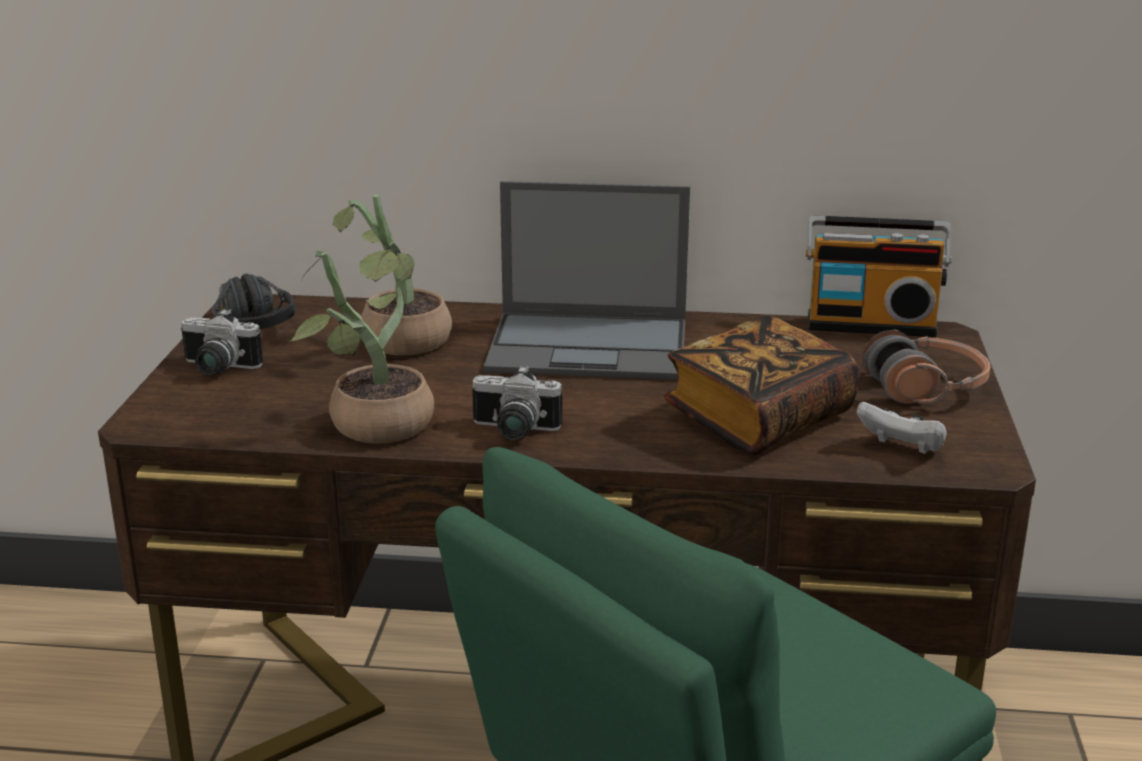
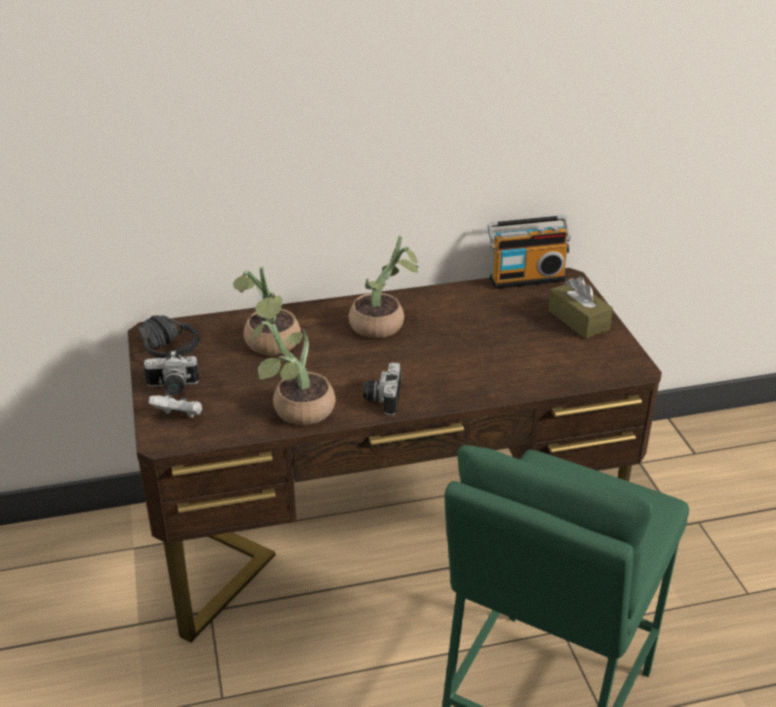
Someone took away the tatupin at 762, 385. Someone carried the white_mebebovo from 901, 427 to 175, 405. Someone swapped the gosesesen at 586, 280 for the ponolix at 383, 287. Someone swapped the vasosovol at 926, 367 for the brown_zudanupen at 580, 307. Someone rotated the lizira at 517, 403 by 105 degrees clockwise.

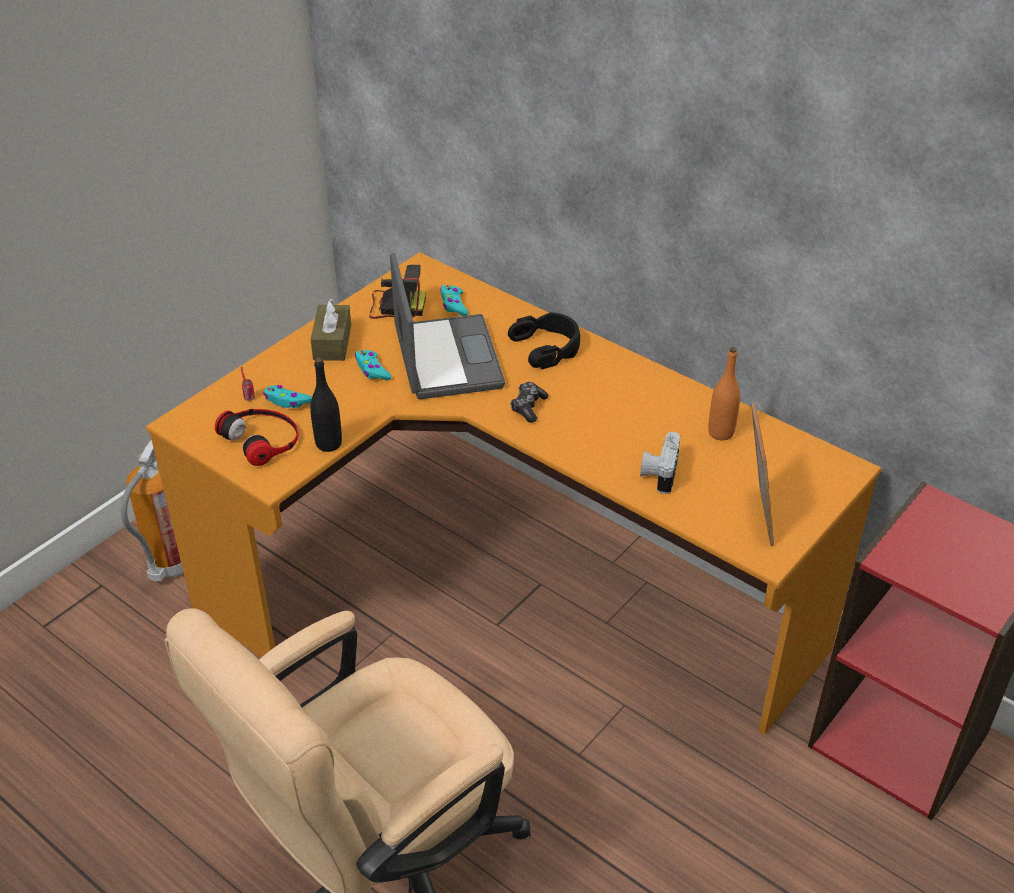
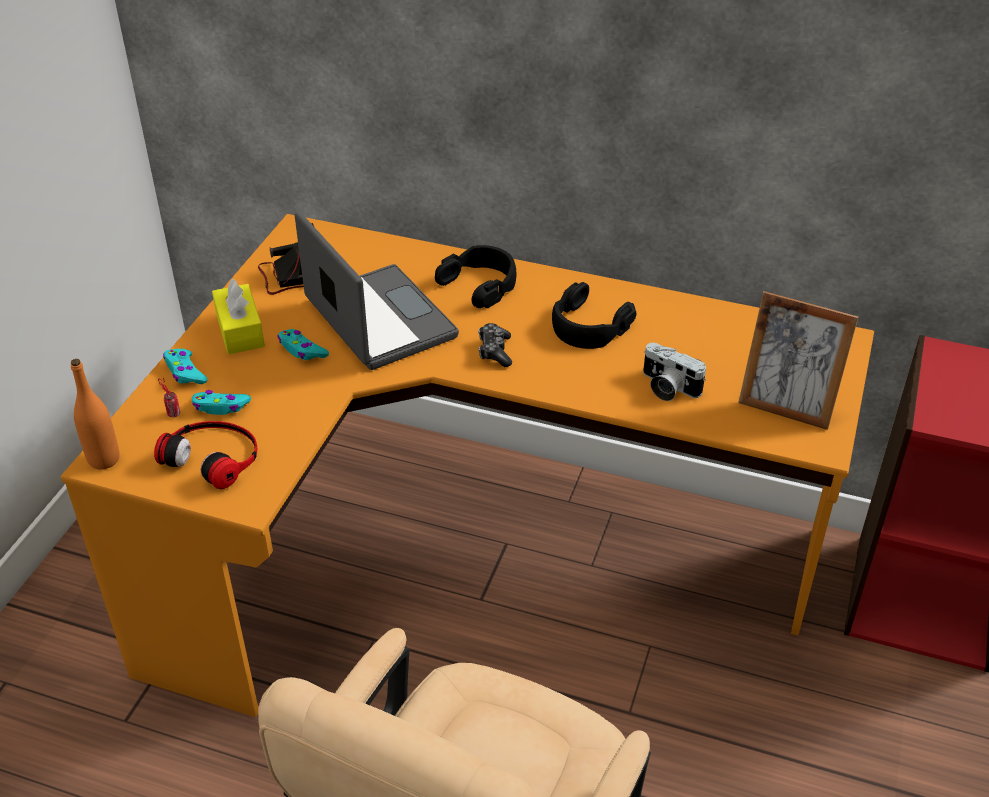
Someone took away the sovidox at 152, 510. Someone took away the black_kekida at 326, 405. Someone put down the black_vasosovol at 594, 315. Someone carried the turquoise_mebebovo from 454, 300 to 185, 366. Someone carried the orange_kekida from 724, 394 to 95, 414. Someone repainted the brown_zudanupen at 331, 329, which became the yellow_zudanupen at 238, 316. Someone rotated the lizira at 660, 463 by 45 degrees counterclockwise. Someone rotated the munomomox at 762, 474 by 135 degrees clockwise.

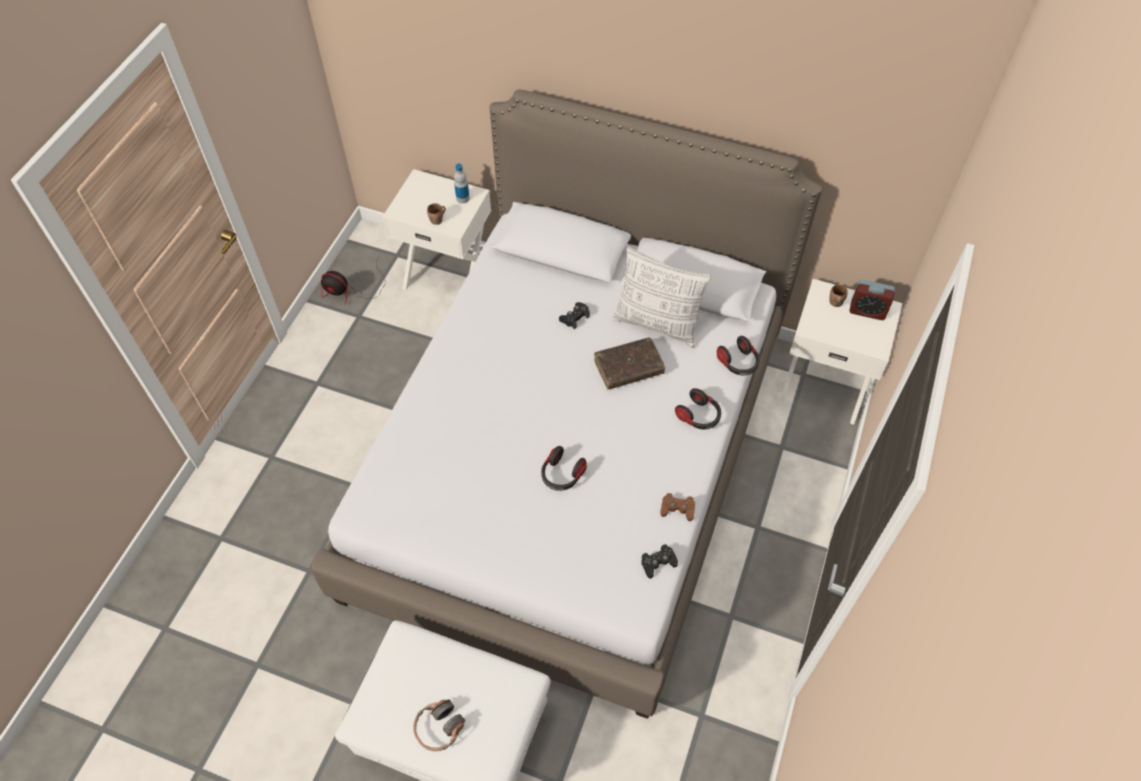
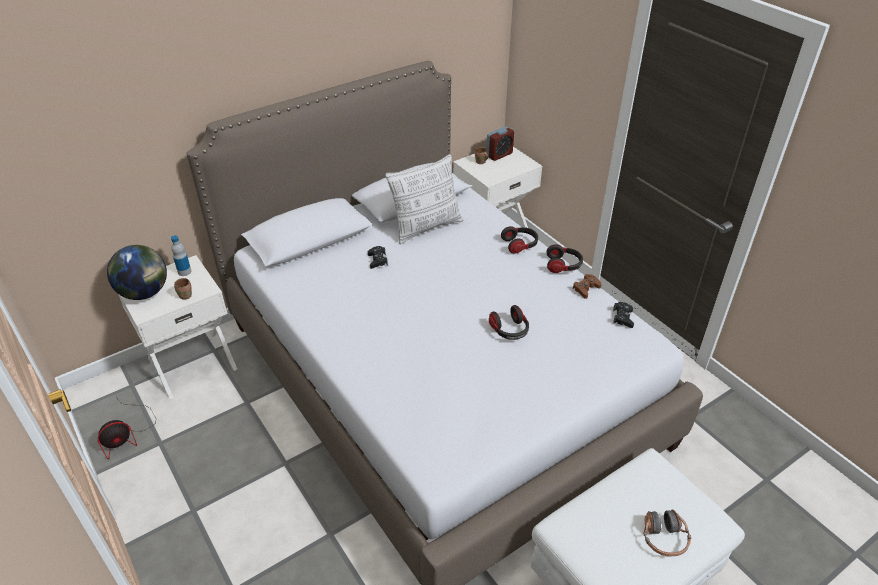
Someone took away the brown_tatupin at 629, 363. Someone put down the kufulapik at 137, 272. Someone carried the vasosovol from 738, 355 to 564, 258.

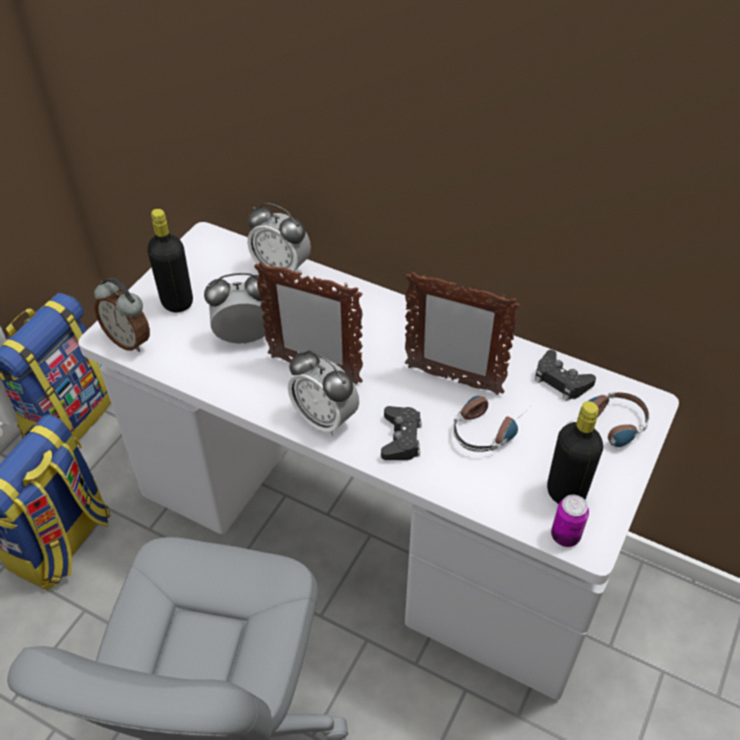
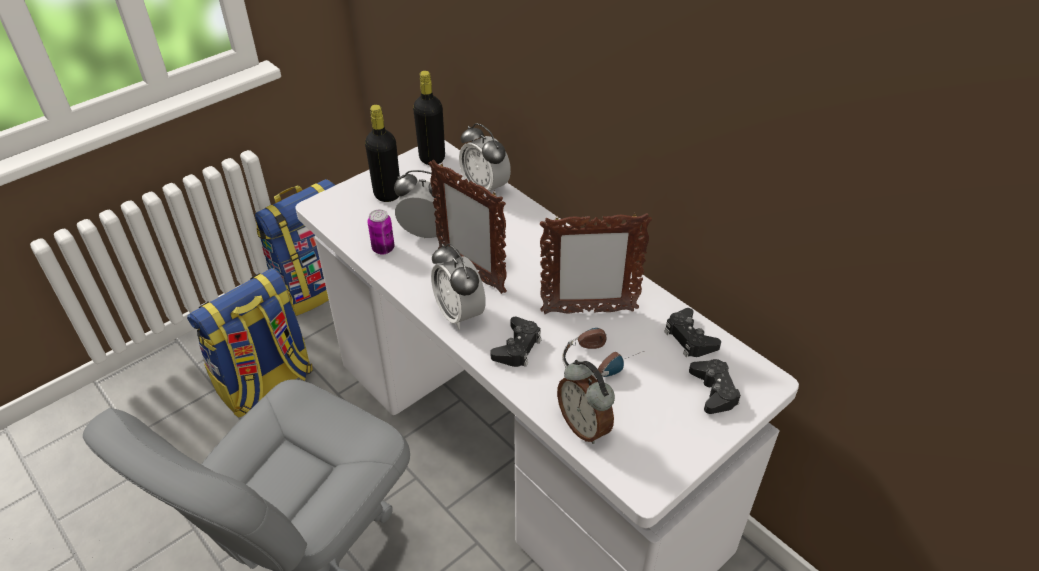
Someone carried the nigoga from 122, 315 to 586, 402. Someone carried the black_kekida from 575, 452 to 429, 118. Someone carried the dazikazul from 570, 521 to 380, 232. Someone swapped the vasosovol at 608, 419 for the black_mebebovo at 715, 386. Someone rotated the munomomox at 462, 333 by 45 degrees counterclockwise.

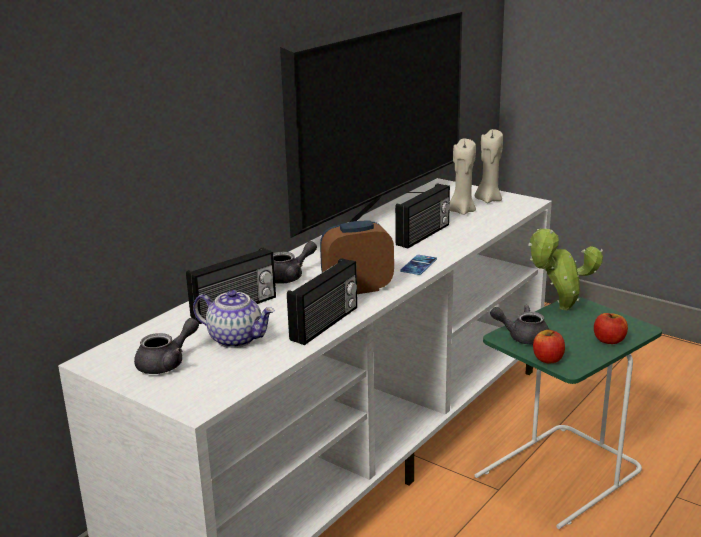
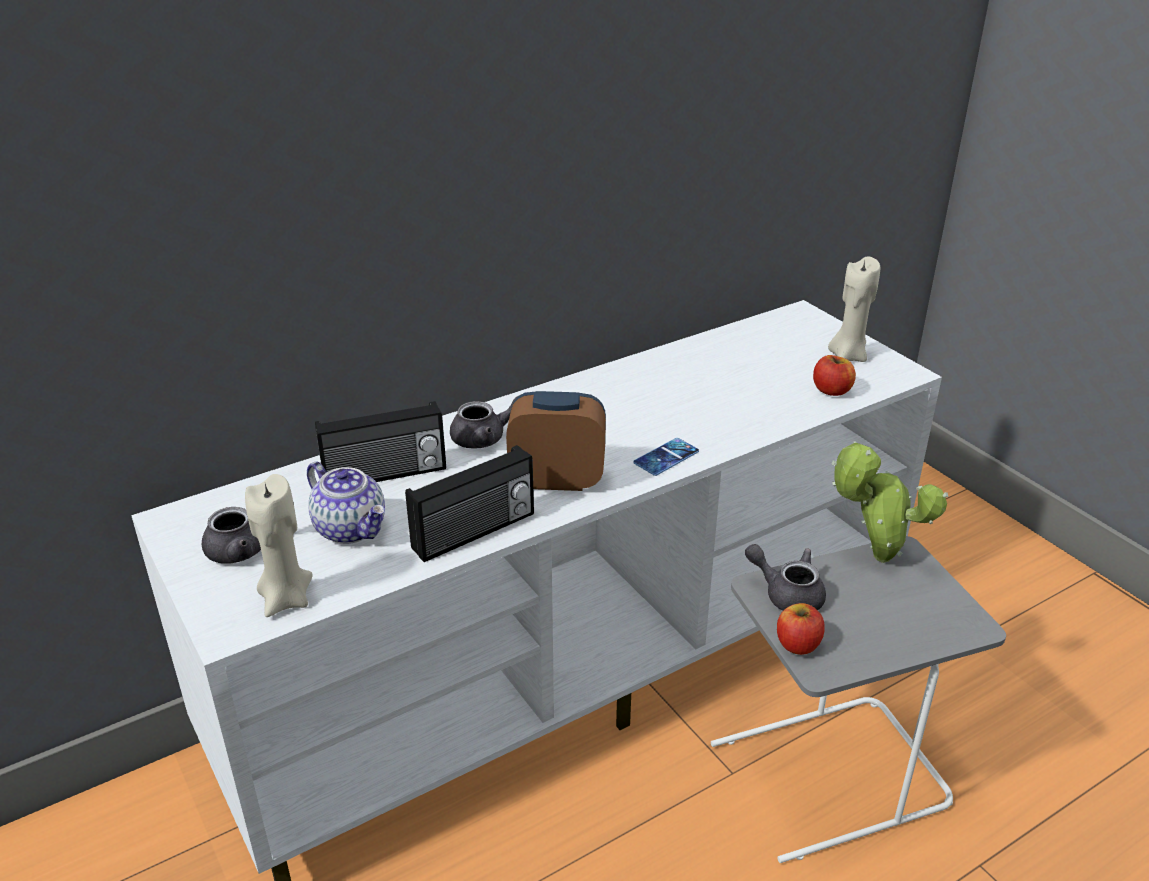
Someone took away the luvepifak at 371, 121. Someone took away the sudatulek at 422, 215. Someone carried the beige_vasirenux from 462, 177 to 279, 545. Someone carried the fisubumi from 611, 328 to 834, 375. Someone repainted the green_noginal at 568, 412, which became the grey_noginal at 858, 699.

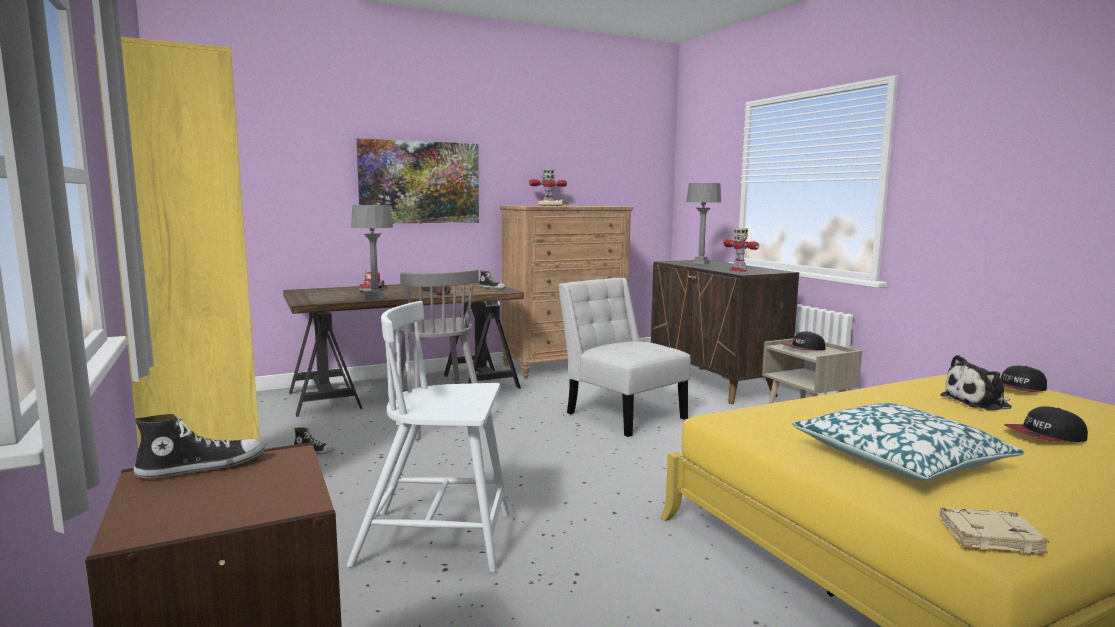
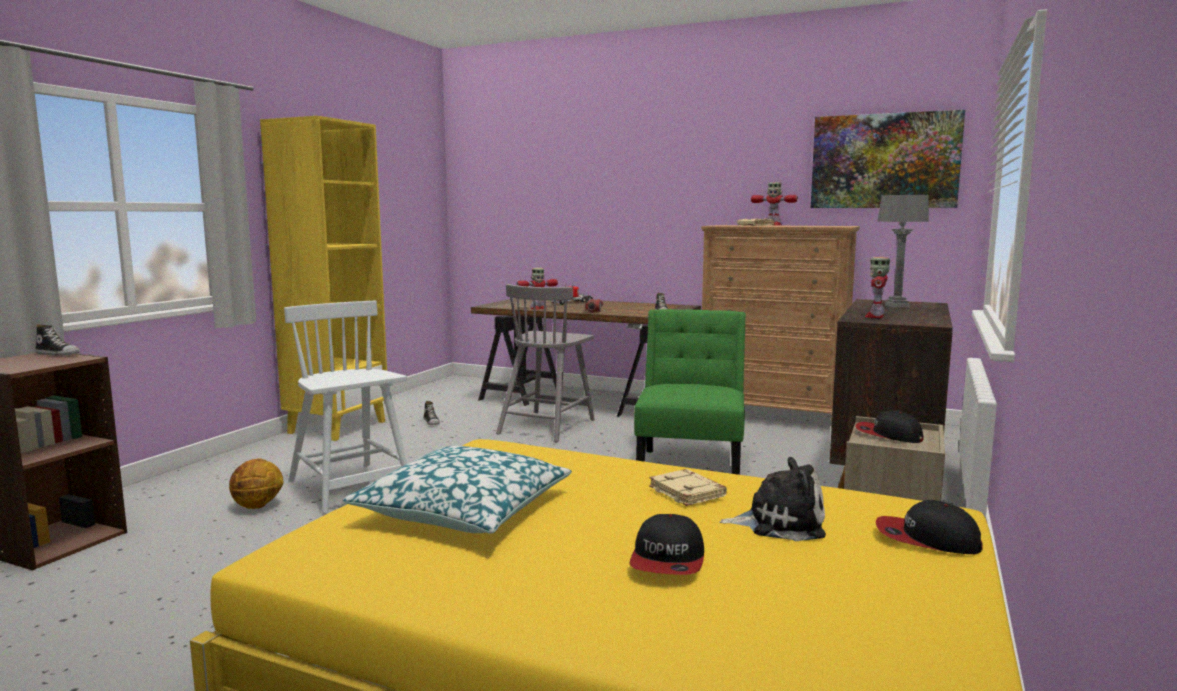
Someone put down the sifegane at 256, 484. Someone carried the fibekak from 417, 180 to 888, 159. Someone carried the beige_tatupin from 994, 530 to 688, 487. Someone swapped the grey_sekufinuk at 372, 252 for the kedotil at 537, 289. Someone repainted the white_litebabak at 624, 357, which became the green_litebabak at 690, 392. Someone rotated the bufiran at 976, 382 by 150 degrees clockwise. Someone rotated the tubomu at 1046, 424 by 120 degrees counterclockwise.

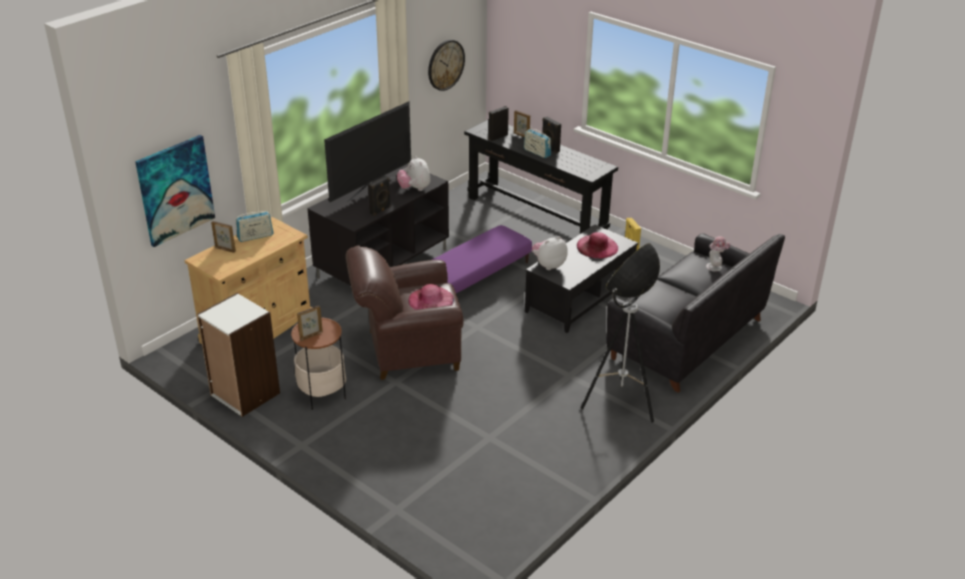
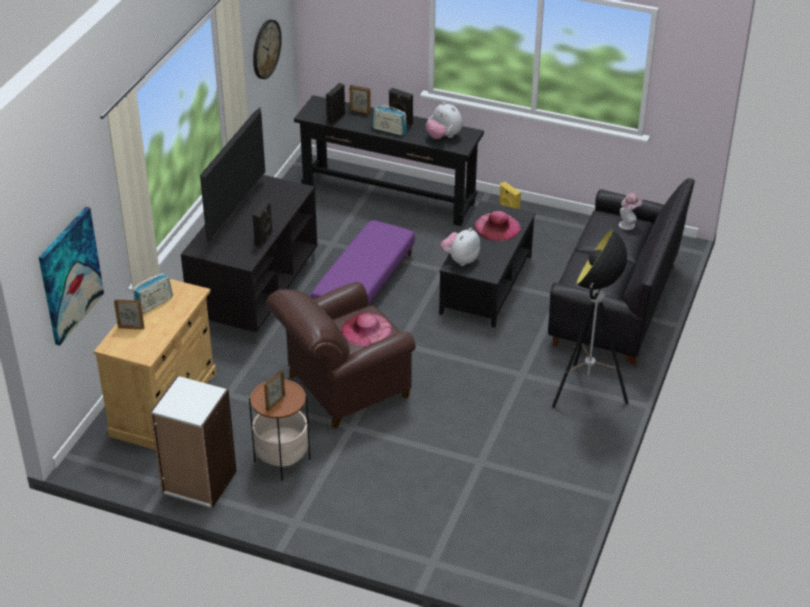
Someone carried the bufiran from 413, 173 to 444, 120.

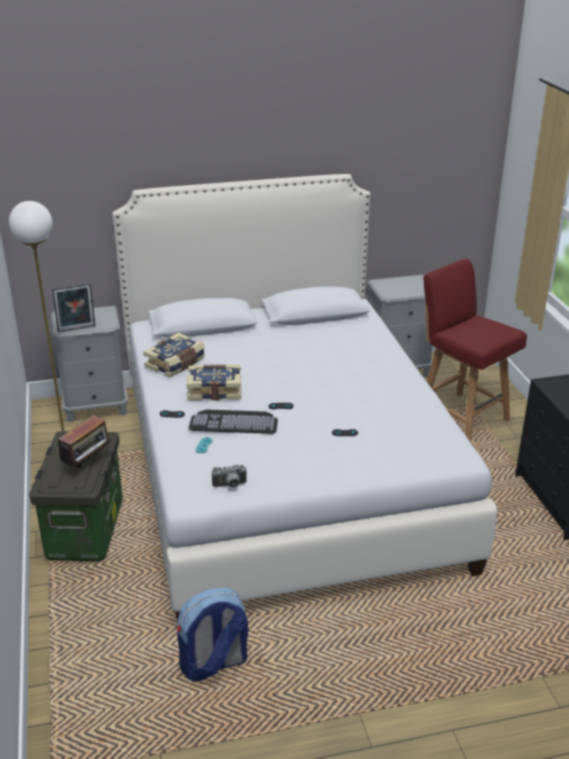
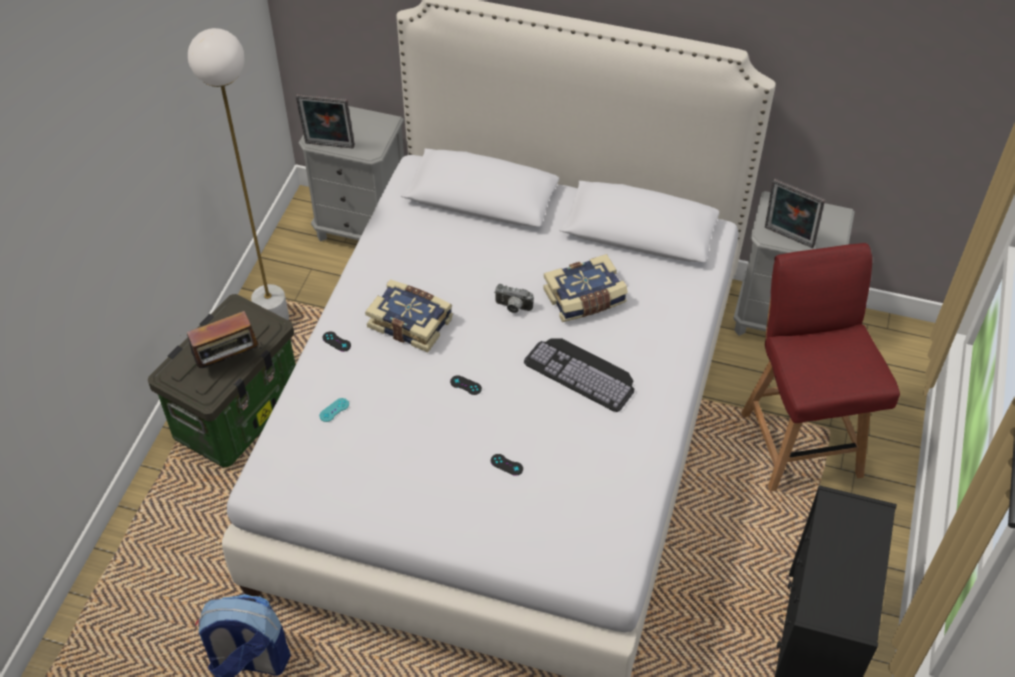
Someone put down the munomomox at 795, 213. Someone carried the tatupin from 174, 355 to 585, 288. Someone carried the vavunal from 233, 421 to 579, 375. Someone carried the lizira from 229, 476 to 514, 298.

